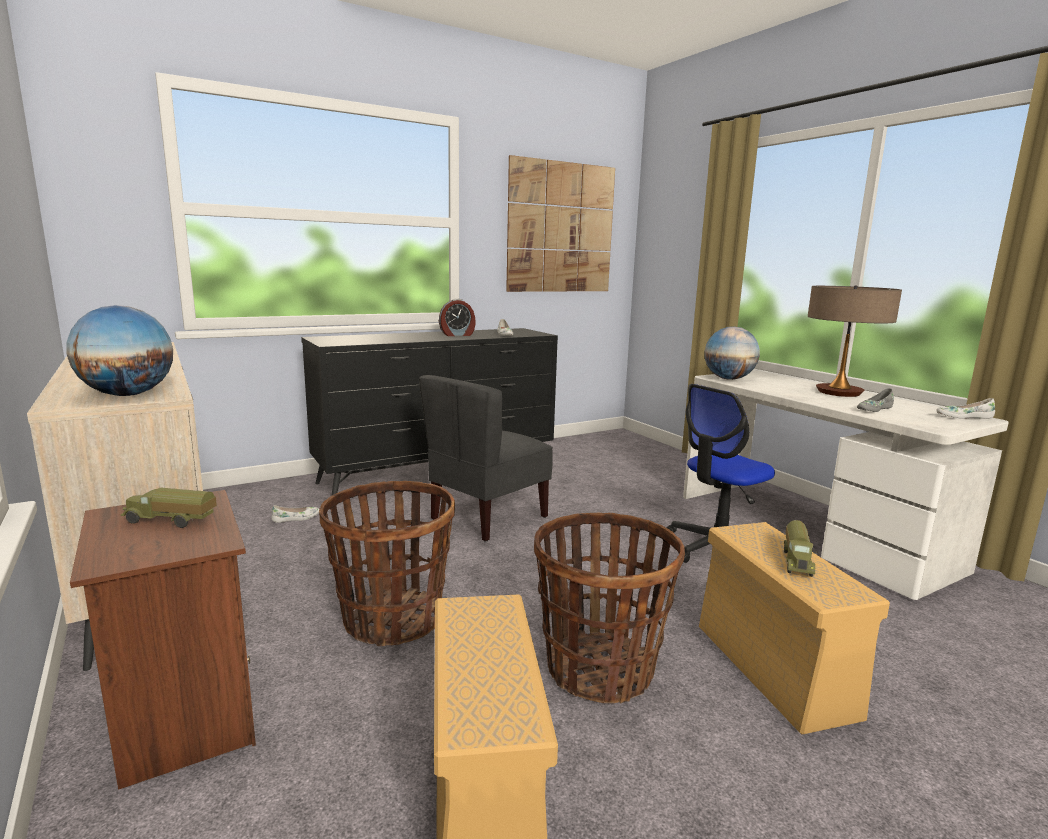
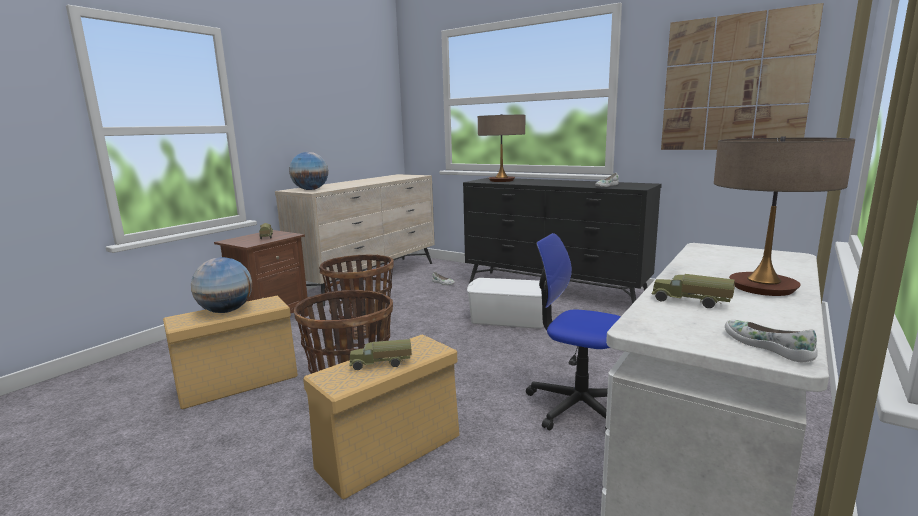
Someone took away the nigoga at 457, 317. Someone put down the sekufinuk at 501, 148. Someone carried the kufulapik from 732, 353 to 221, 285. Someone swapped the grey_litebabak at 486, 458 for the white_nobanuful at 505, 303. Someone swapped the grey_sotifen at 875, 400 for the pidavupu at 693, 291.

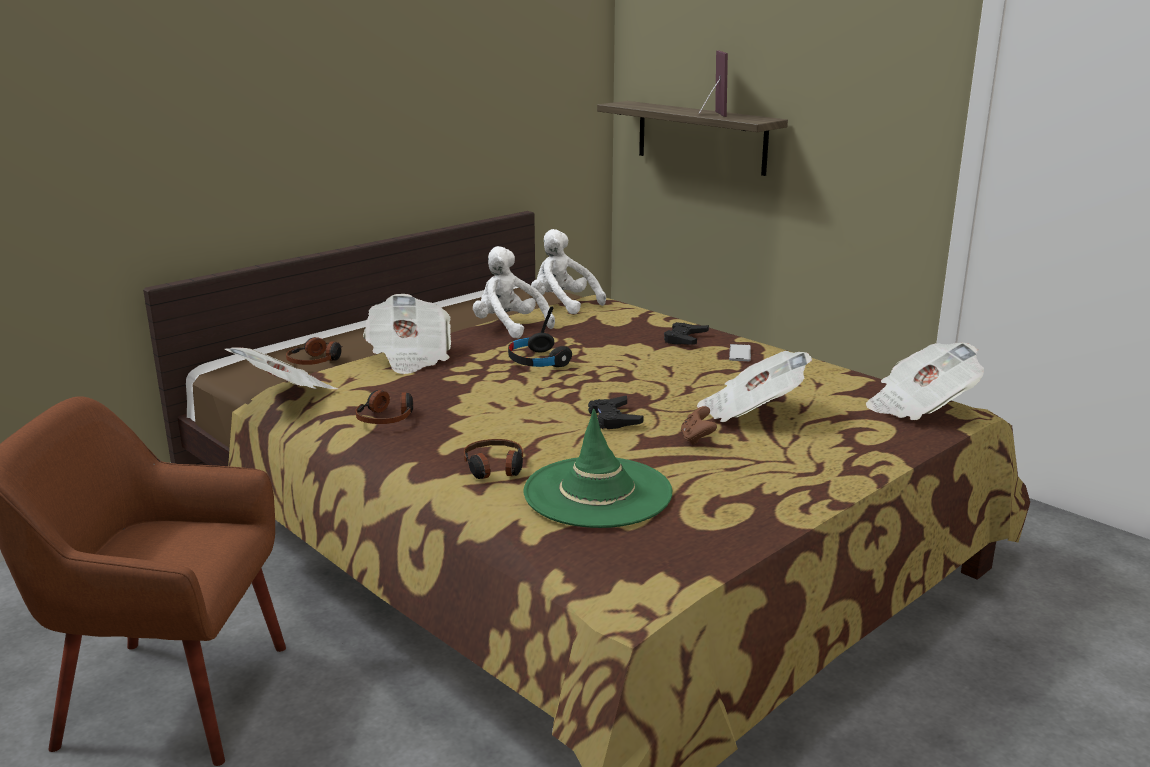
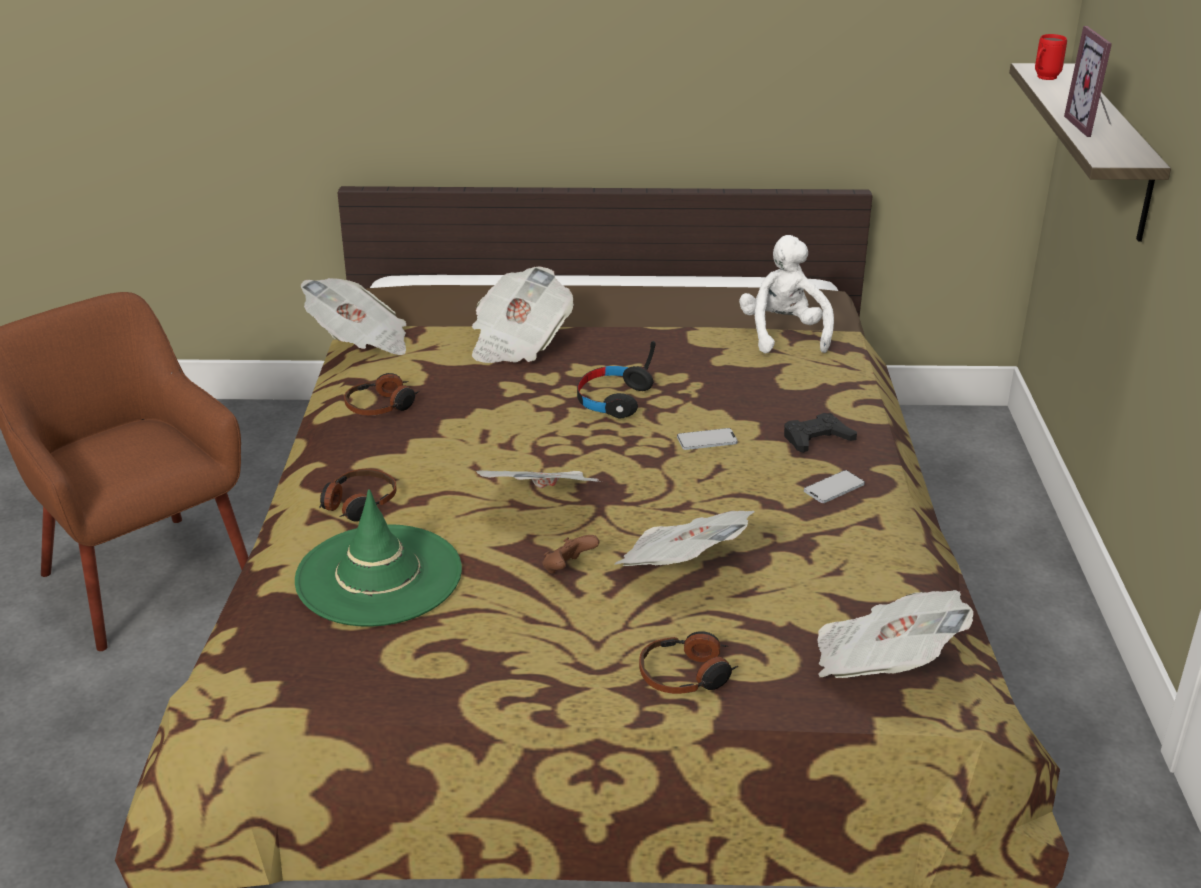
Someone took away the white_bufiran at 514, 292. Someone put down the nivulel at 707, 439. Someone put down the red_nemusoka at 1051, 57. Someone carried the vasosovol from 314, 351 to 688, 662. Someone swapped the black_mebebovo at 615, 412 for the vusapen at 539, 479. Someone rotated the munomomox at 713, 83 by 135 degrees clockwise.

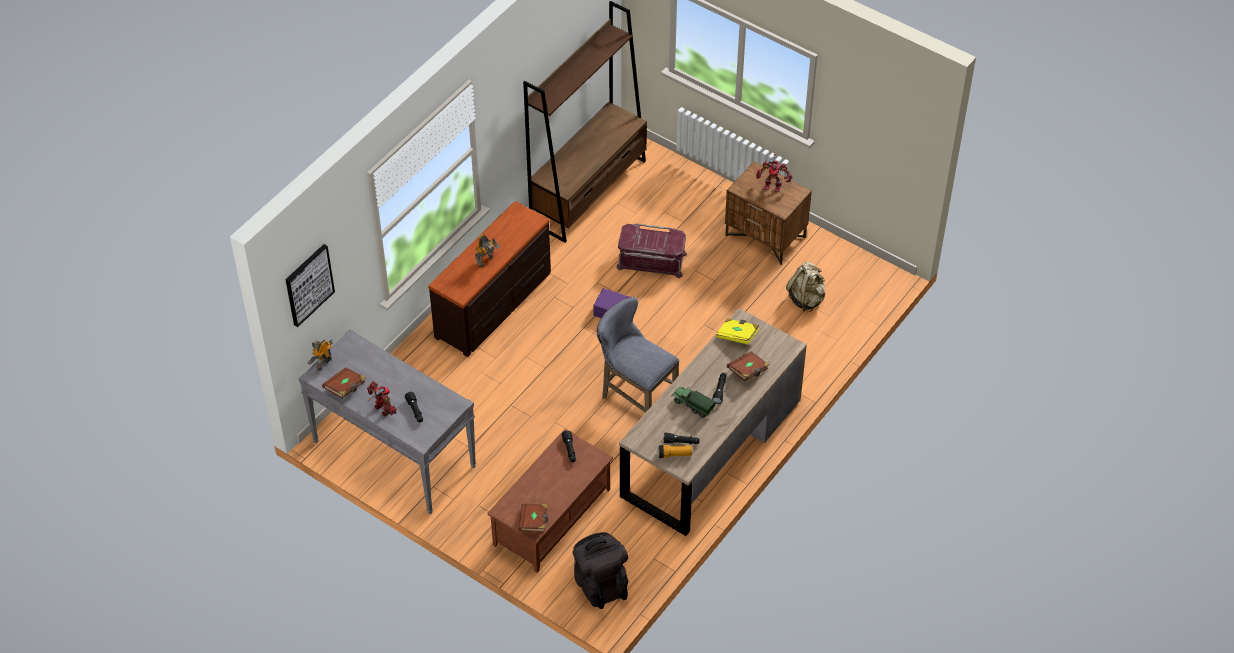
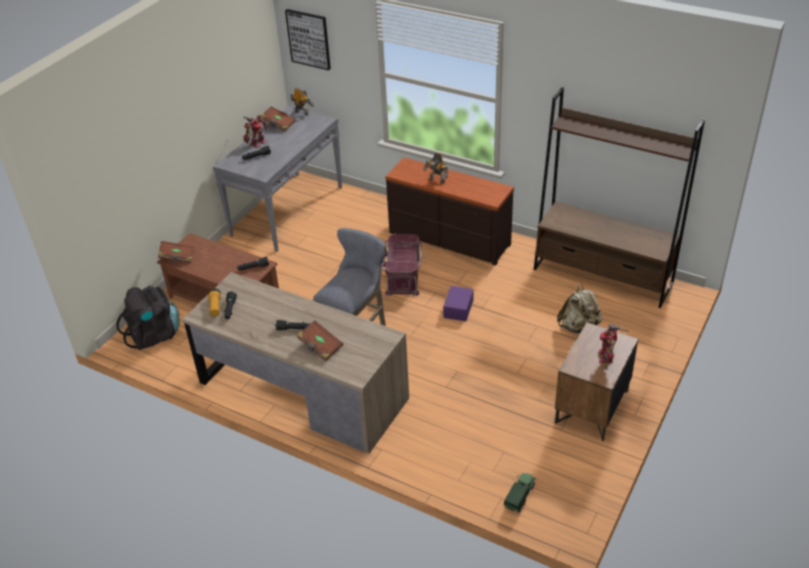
Someone took away the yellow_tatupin at 737, 331. Someone carried the red_nobanuful from 651, 251 to 402, 265. Someone carried the pidavupu from 693, 402 to 520, 493. Someone carried the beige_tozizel from 806, 287 to 580, 309.

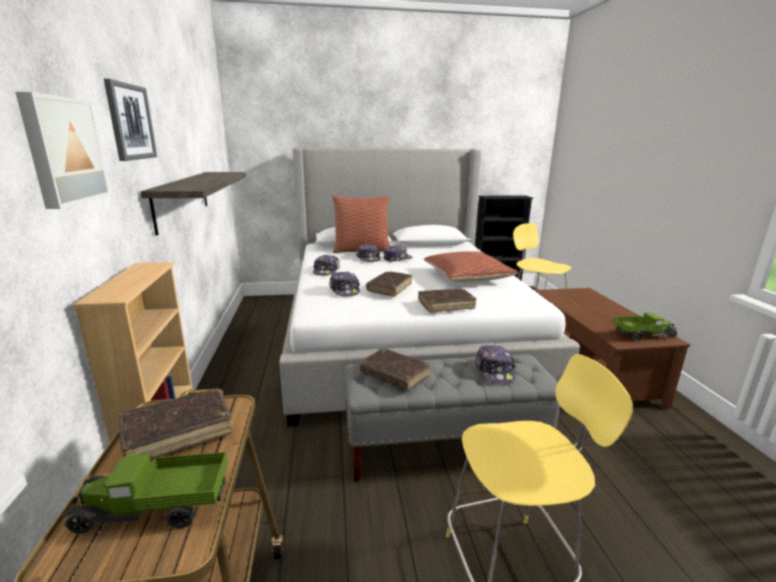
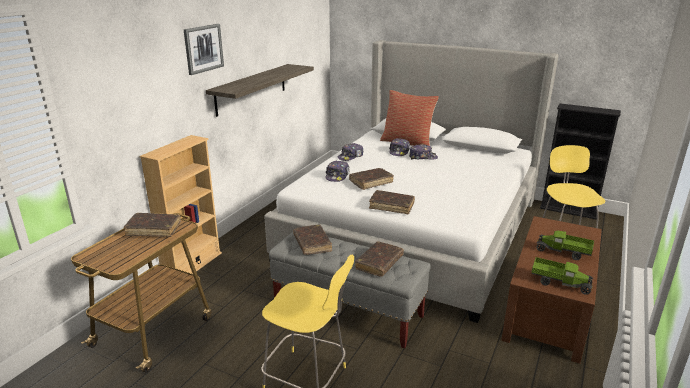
Someone took away the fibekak at 63, 150. Someone took away the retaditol at 471, 266. Someone carried the pidavupu from 145, 493 to 565, 245. Someone swapped the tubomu at 495, 364 for the brown_tatupin at 379, 259.

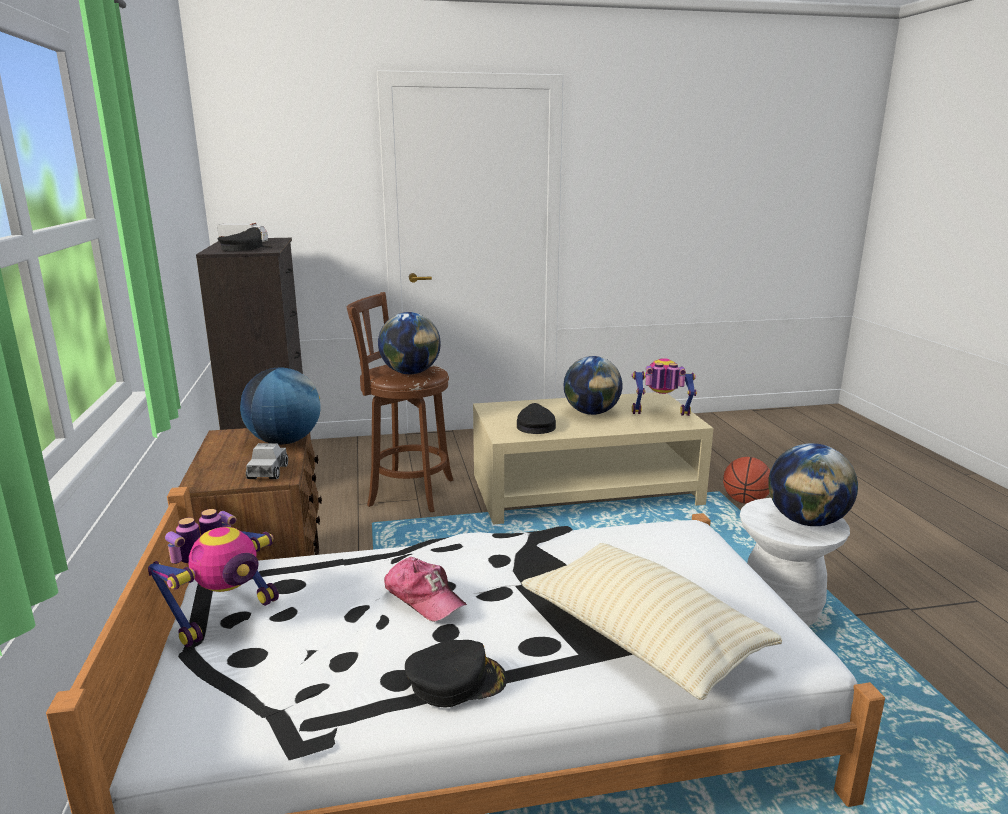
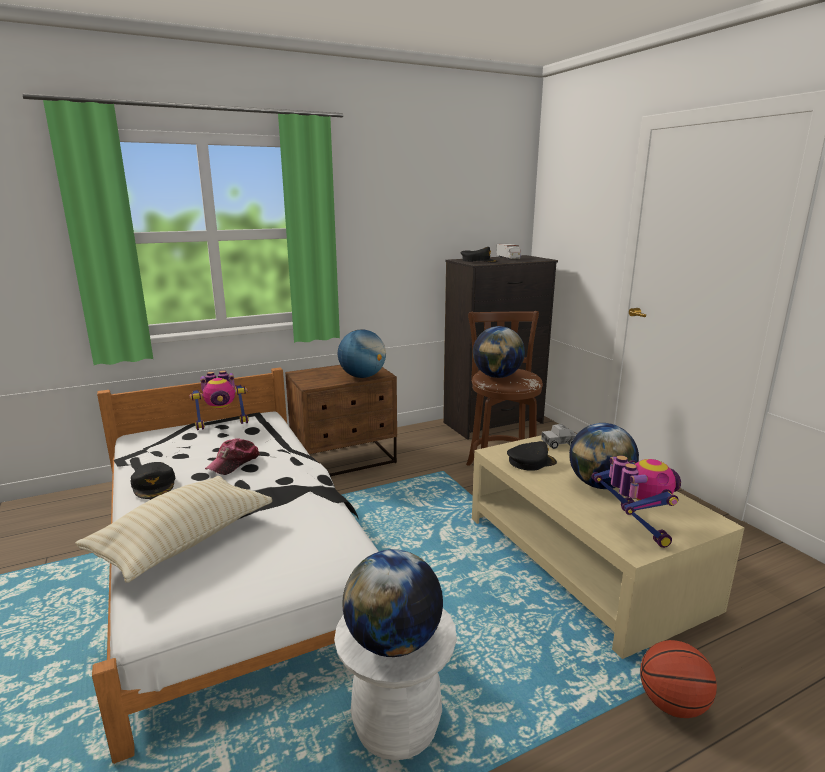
Someone carried the pidavupu from 267, 461 to 559, 436. Someone rotated the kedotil at 213, 578 by 45 degrees counterclockwise.

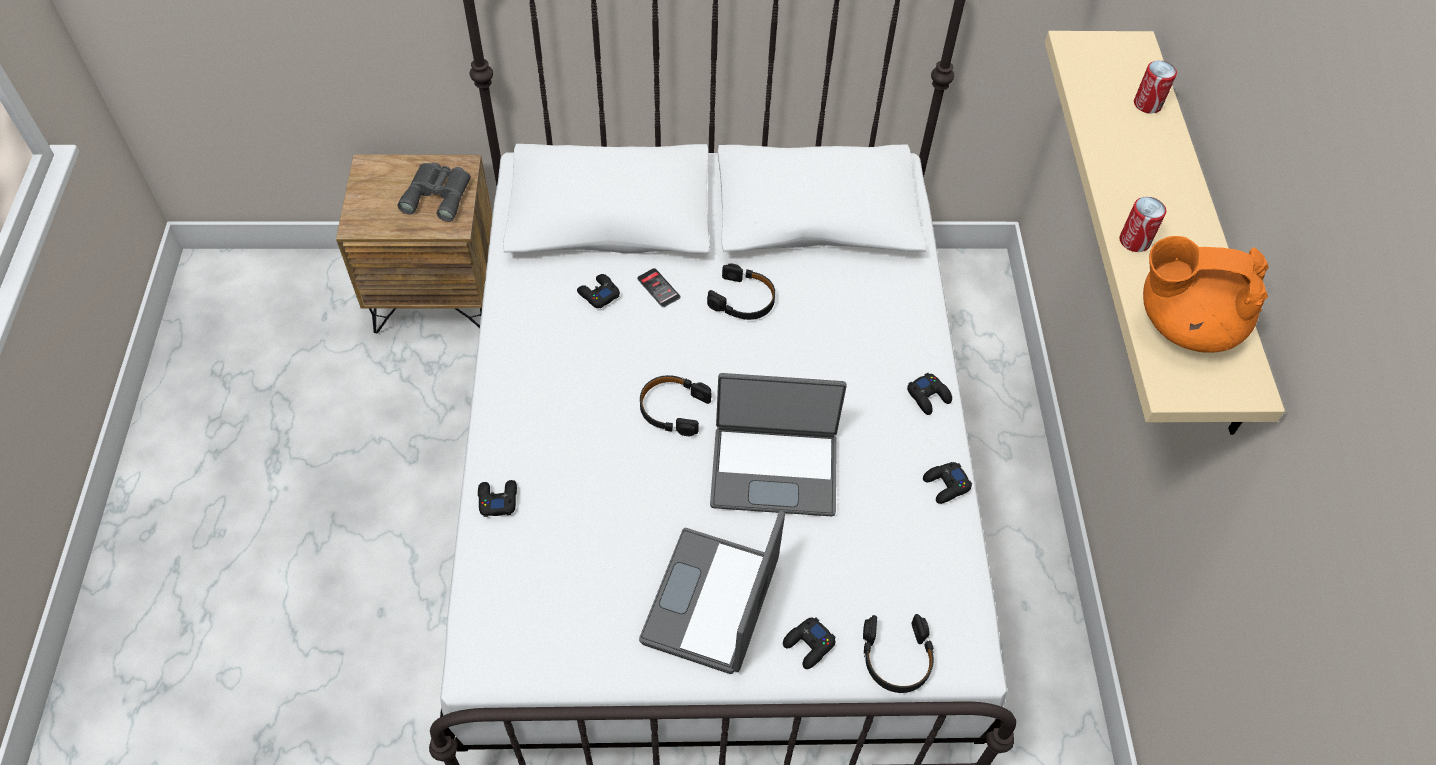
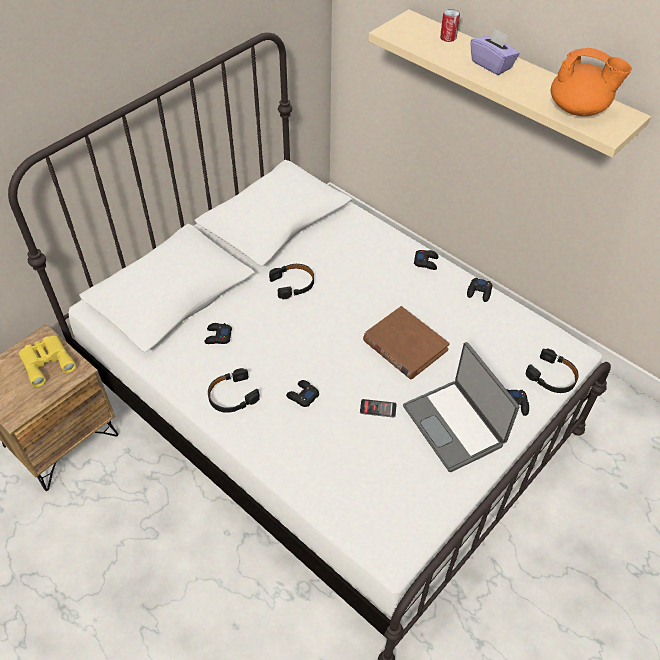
Someone took away the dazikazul at 1142, 224. Someone put down the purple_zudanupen at 495, 51. Someone carried the black_mebebovo from 497, 498 to 302, 393. Someone carried the nivulel from 658, 287 to 378, 408. Someone carried the black_vasosovol from 676, 405 to 234, 390. Someone swapped the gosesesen at 778, 444 for the brown_tatupin at 406, 342. Someone repainted the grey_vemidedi at 434, 192, which became the yellow_vemidedi at 47, 361. Someone rotated the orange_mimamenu at 1206, 294 by 120 degrees counterclockwise.

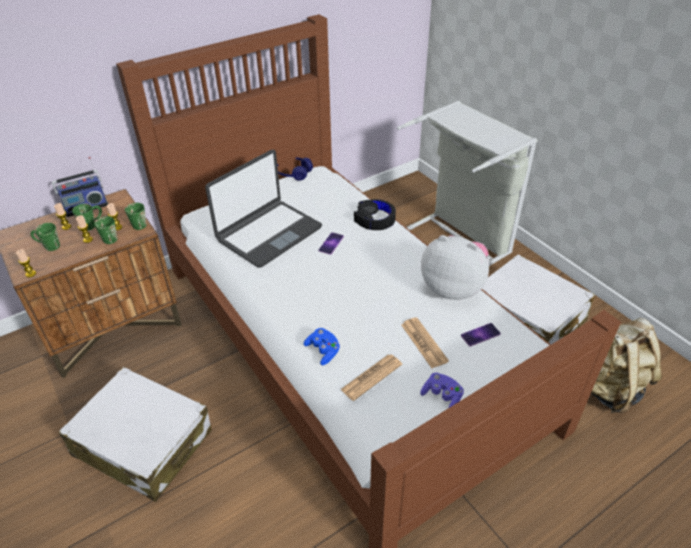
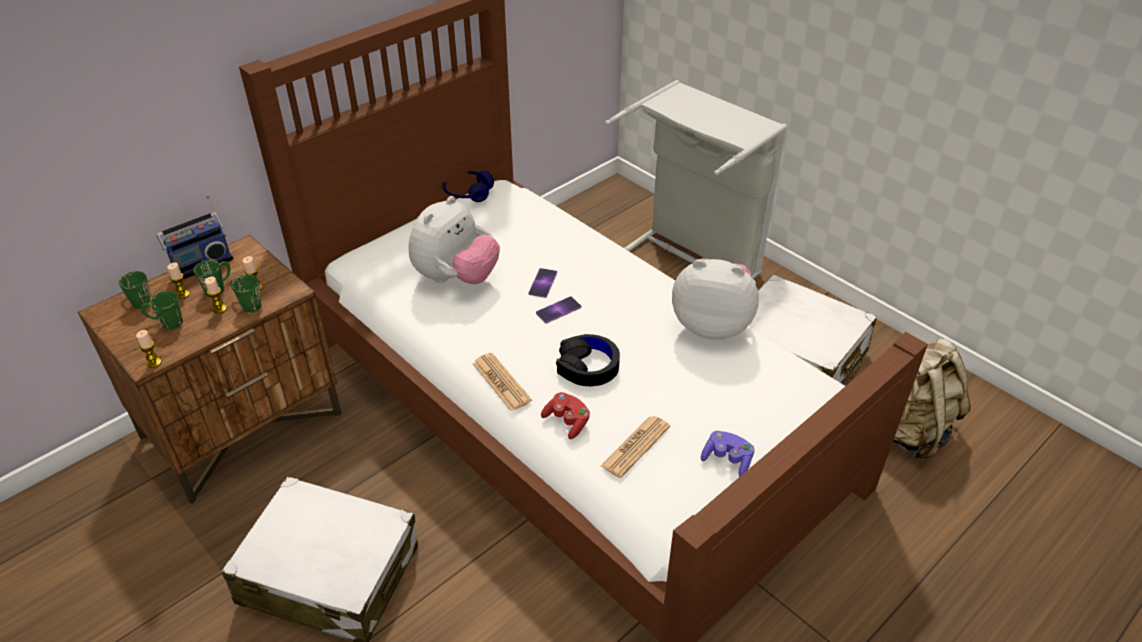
Someone carried the green_nemusoka from 136, 216 to 135, 290. Someone carried the black_vasosovol from 375, 214 to 588, 360. Someone carried the vusapen from 425, 342 to 502, 382. Someone carried the nivulel from 481, 335 to 558, 309. Someone swapped the gosesesen at 263, 209 for the bufiran at 454, 240. Someone repainted the blue_mebebovo at 322, 346, which became the red_mebebovo at 565, 415.

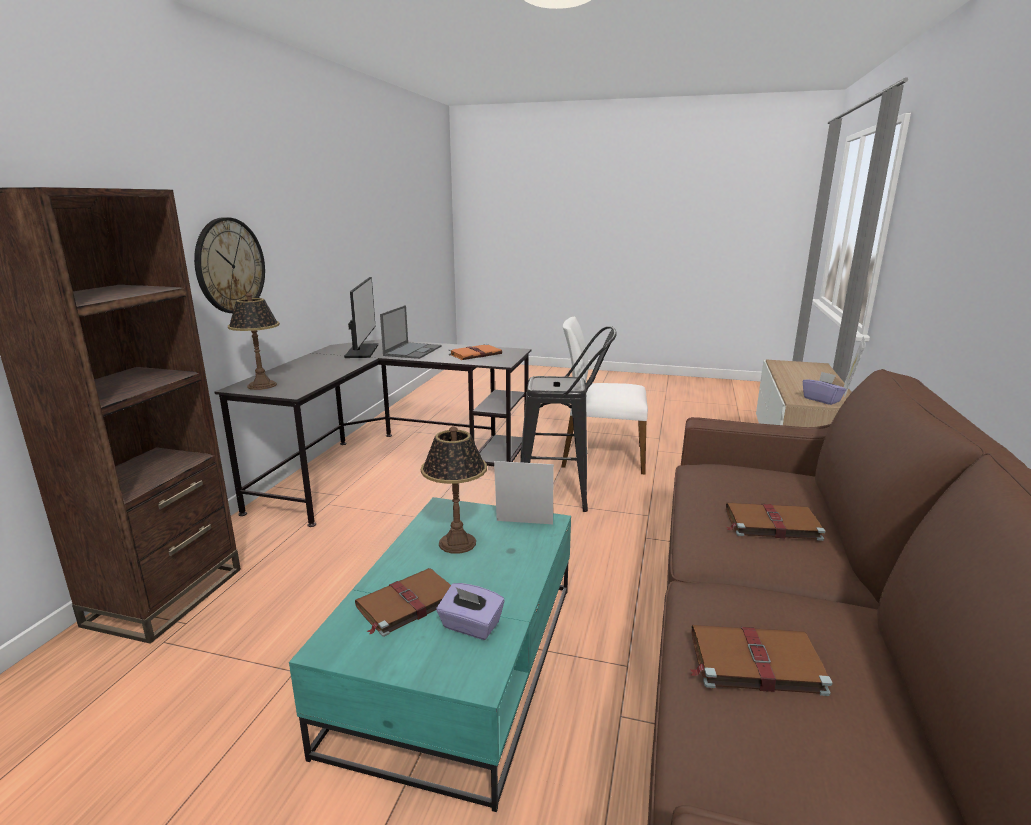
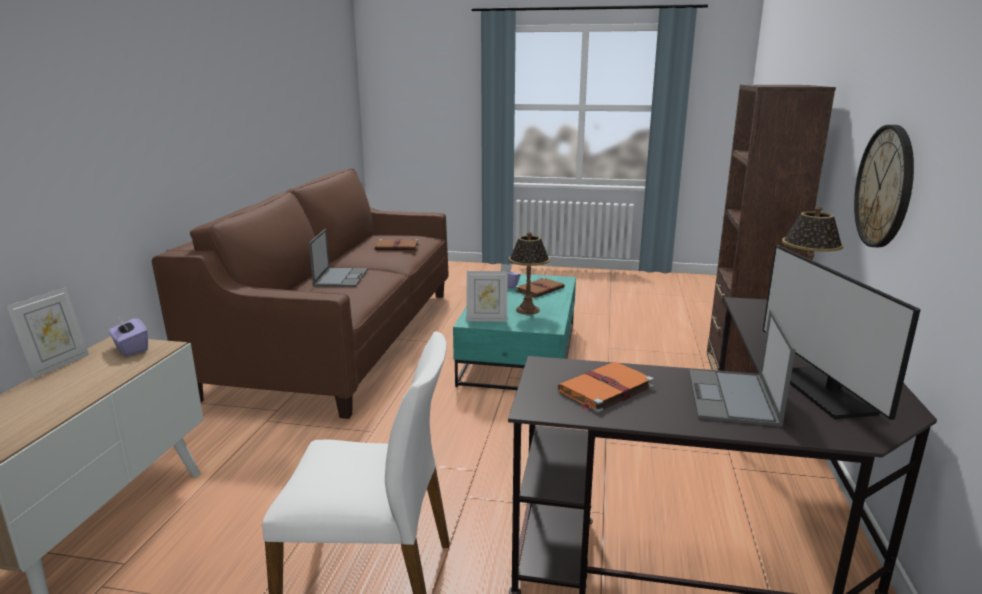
Someone took away the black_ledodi at 568, 419. Someone swapped the brown_tatupin at 775, 522 for the gosesesen at 338, 258.

